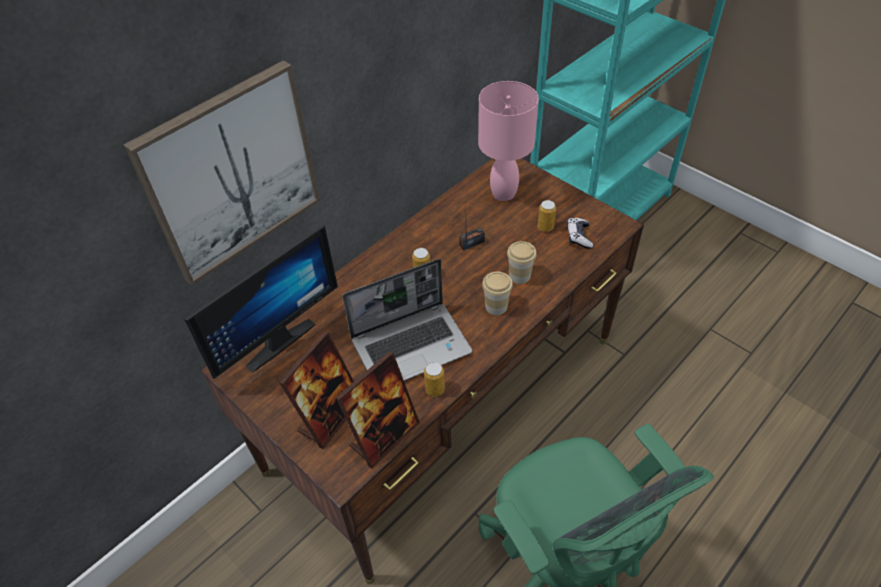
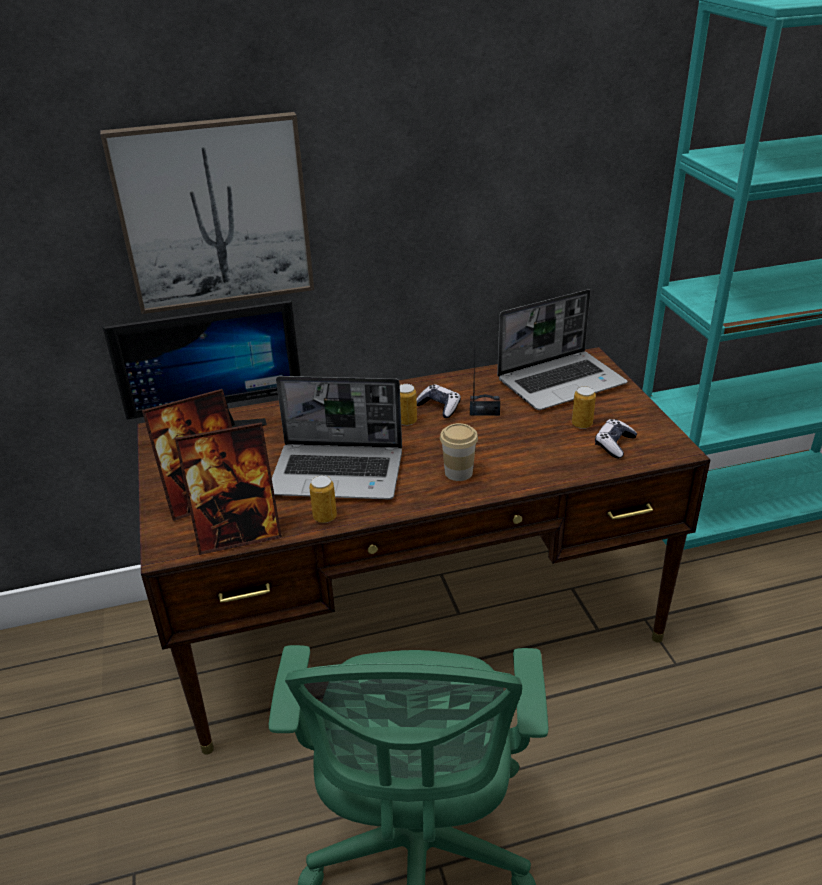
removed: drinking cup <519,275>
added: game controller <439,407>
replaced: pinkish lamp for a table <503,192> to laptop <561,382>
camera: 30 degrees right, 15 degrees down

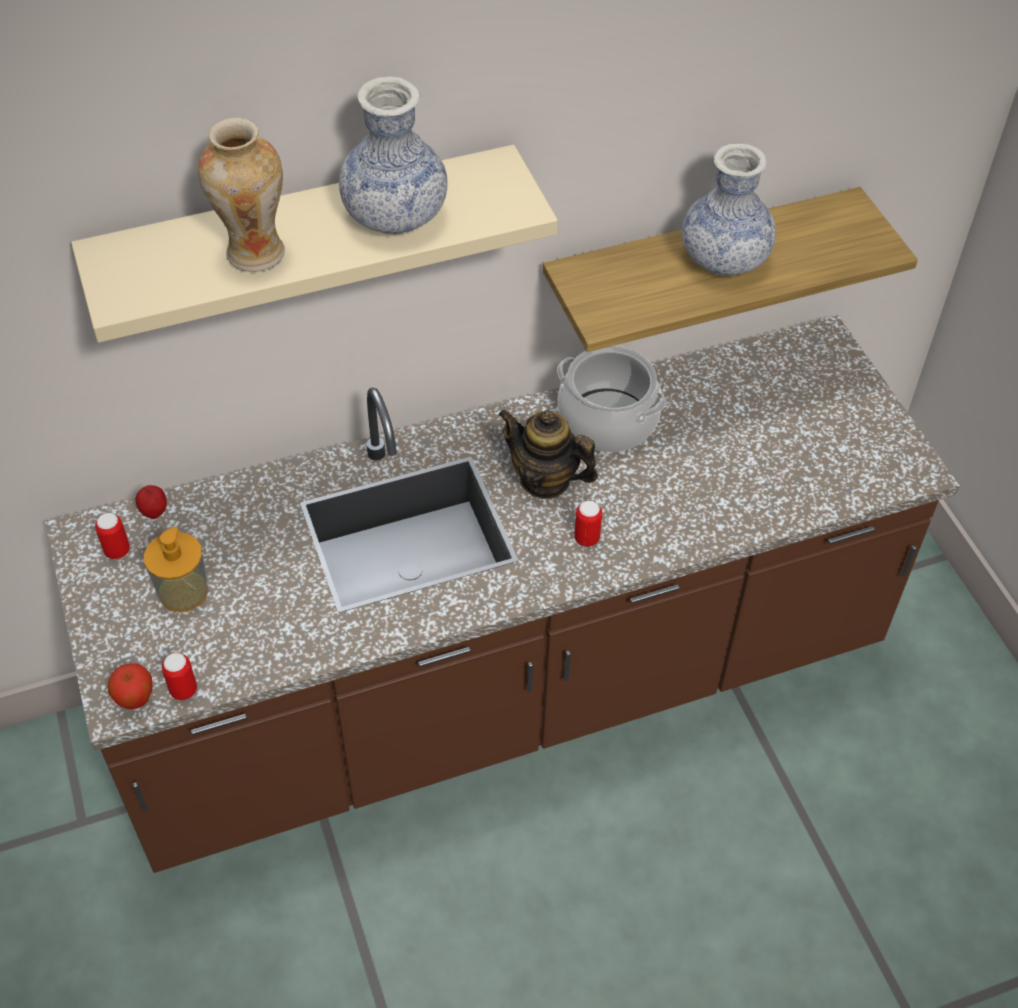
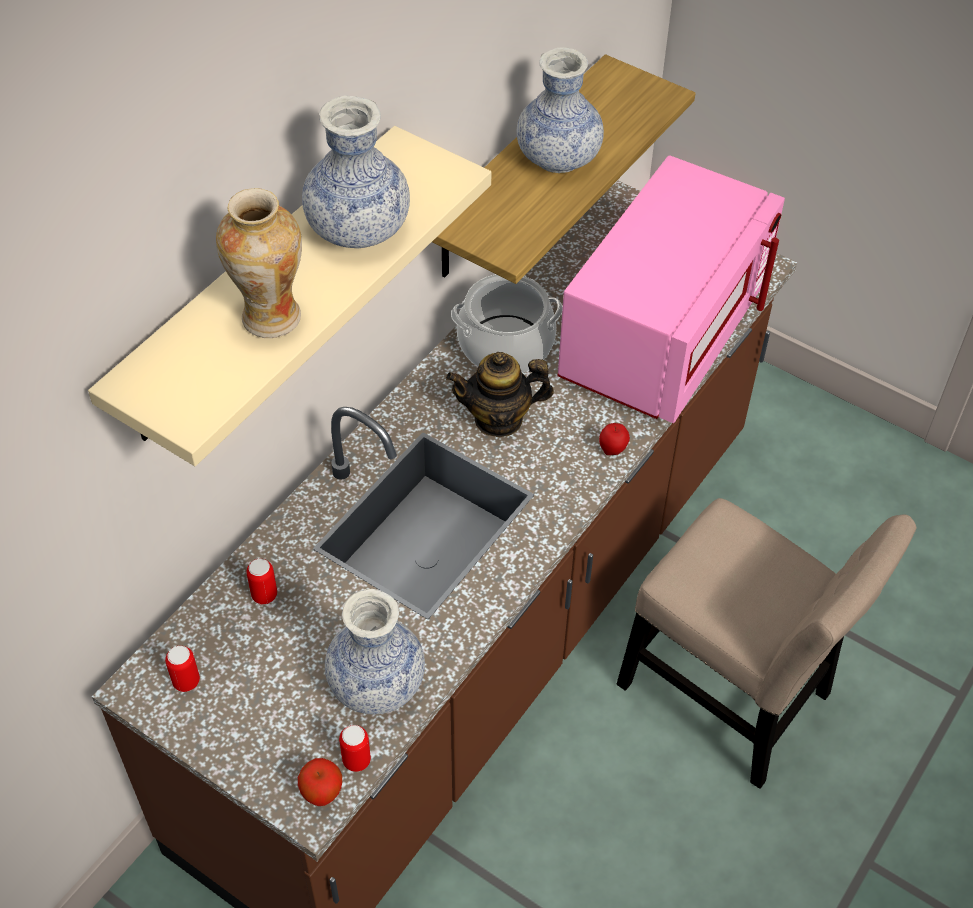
removed: soap dispenser <183,591>
added: flower vase <376,684>; pinkish kitchen microwave <661,334>; beige chair <732,698>
moved: apple fruit <155,514> to <612,450>; metal can <586,538> to <264,595>
camera: 35 degrees left, 0 degrees up

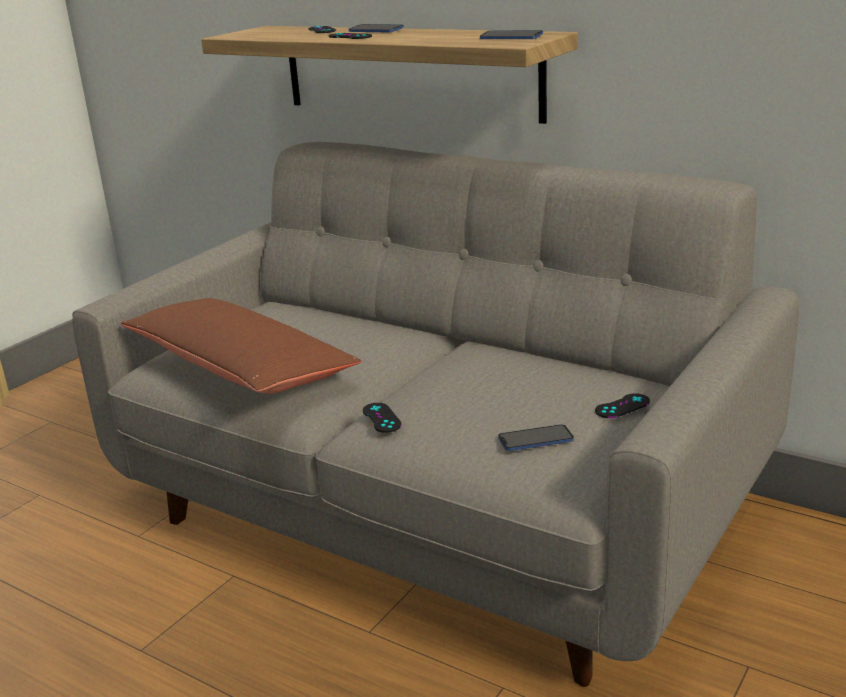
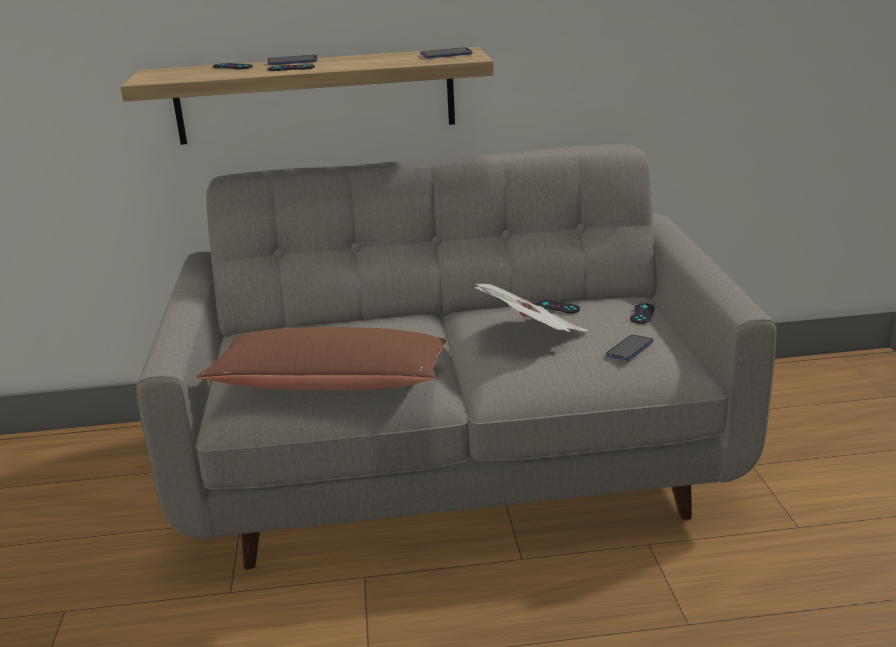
added: newspaper <532,336>
moved: blackish game controller <381,418> to <558,307>
camera: 40 degrees left, 0 degrees up

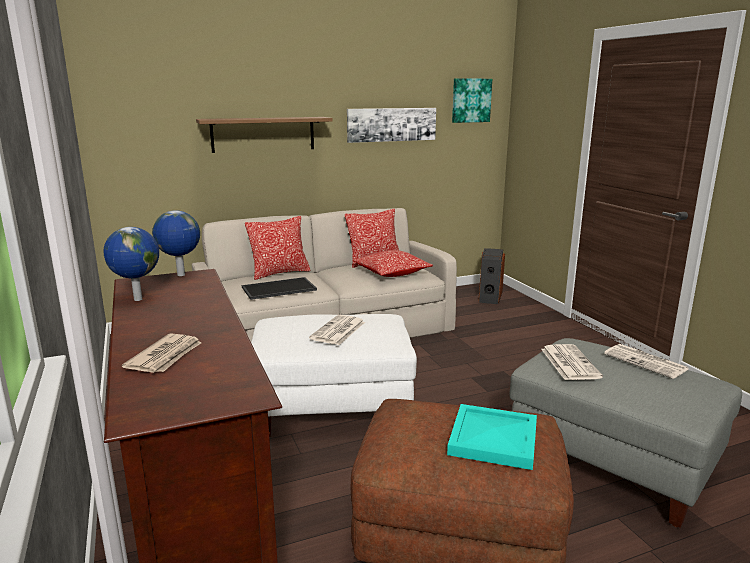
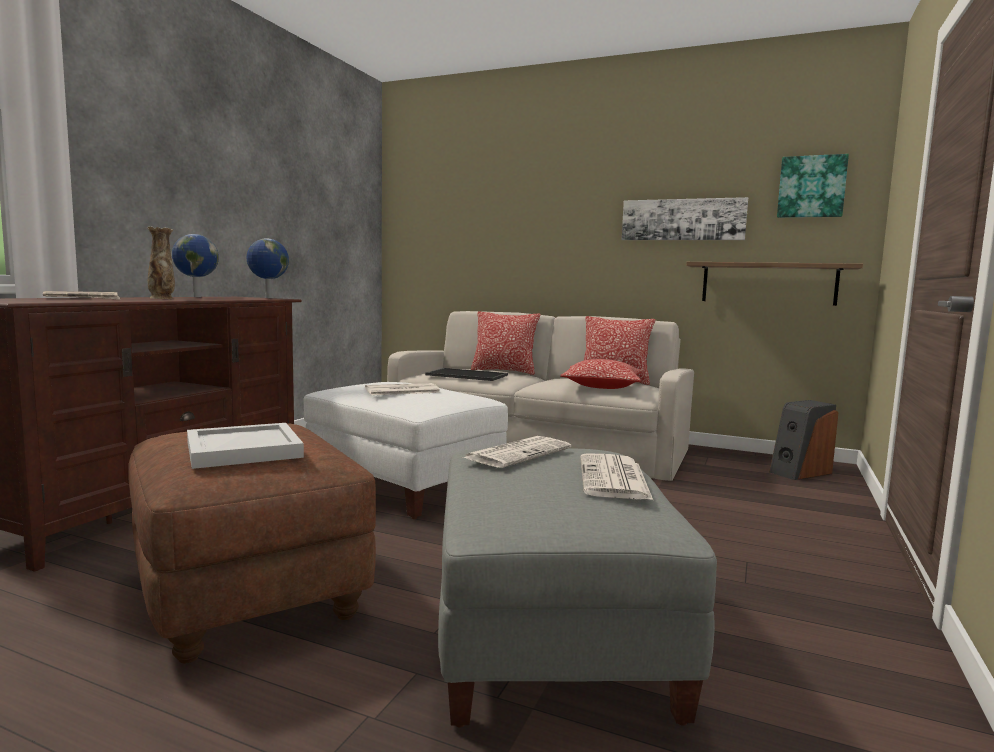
added: flower vase <162,298>
moved: bracket shelf <263,134> to <768,283>
recoloured: turquoise-coloured tray <494,438> to white-coloured tray <245,450>
camera: 45 degrees right, 10 degrees down

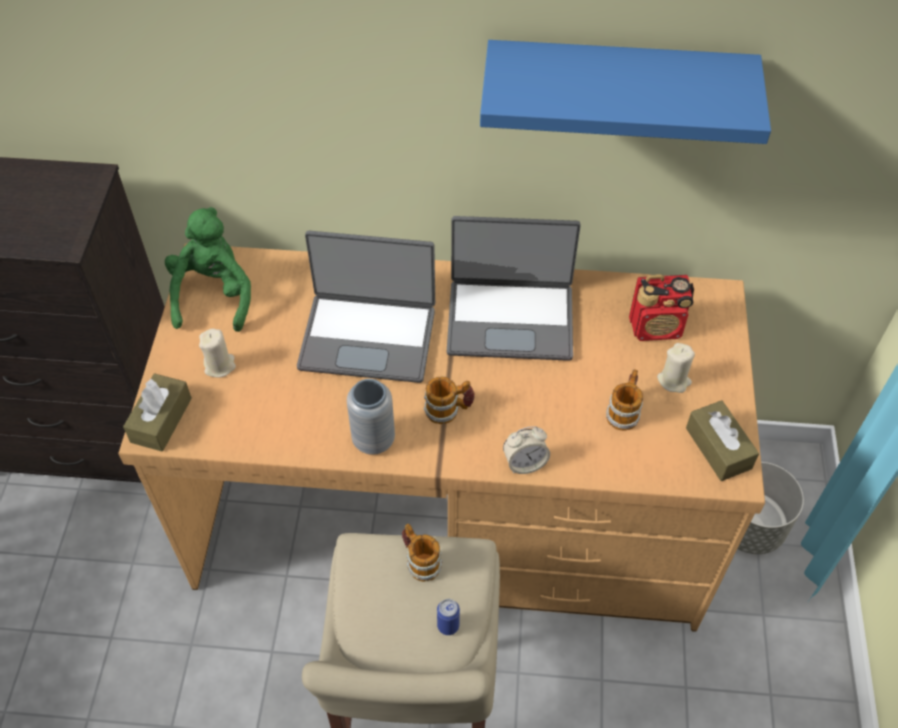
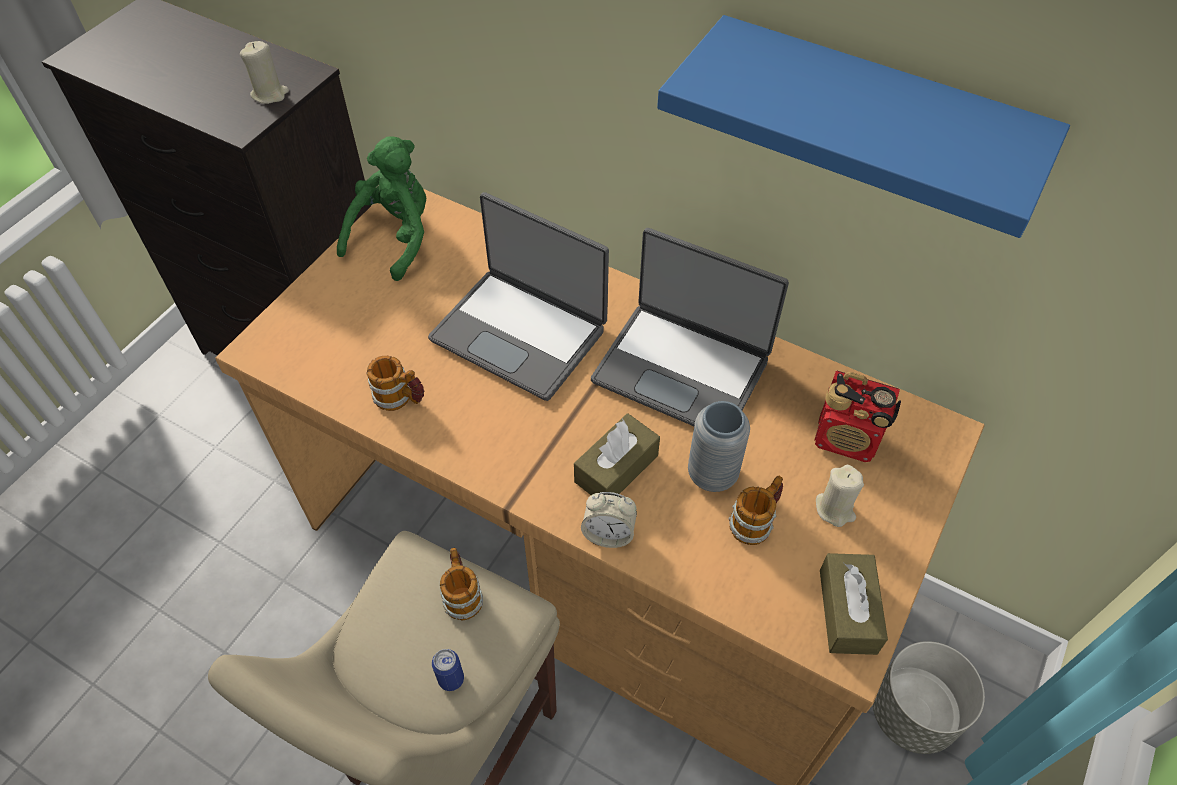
moved: brown-coloured tissue box <161,420> to <616,468>; beige wax light <220,366> to <270,94>; grey flower vase <373,440> to <712,474>; mug <449,410> to <400,398>
camera: 25 degrees right, 0 degrees up

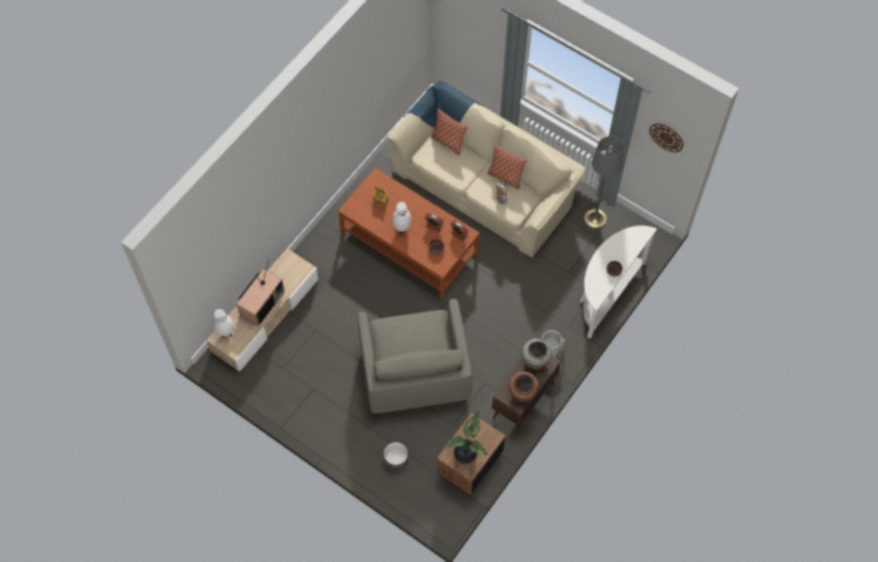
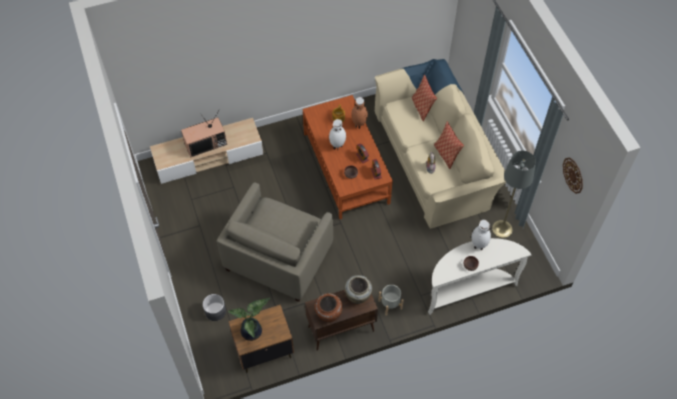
added: brown-coloured flower vase <359,125>
moved: white-coloured flower vase <226,333> to <478,246>
camera: 35 degrees right, 5 degrees down

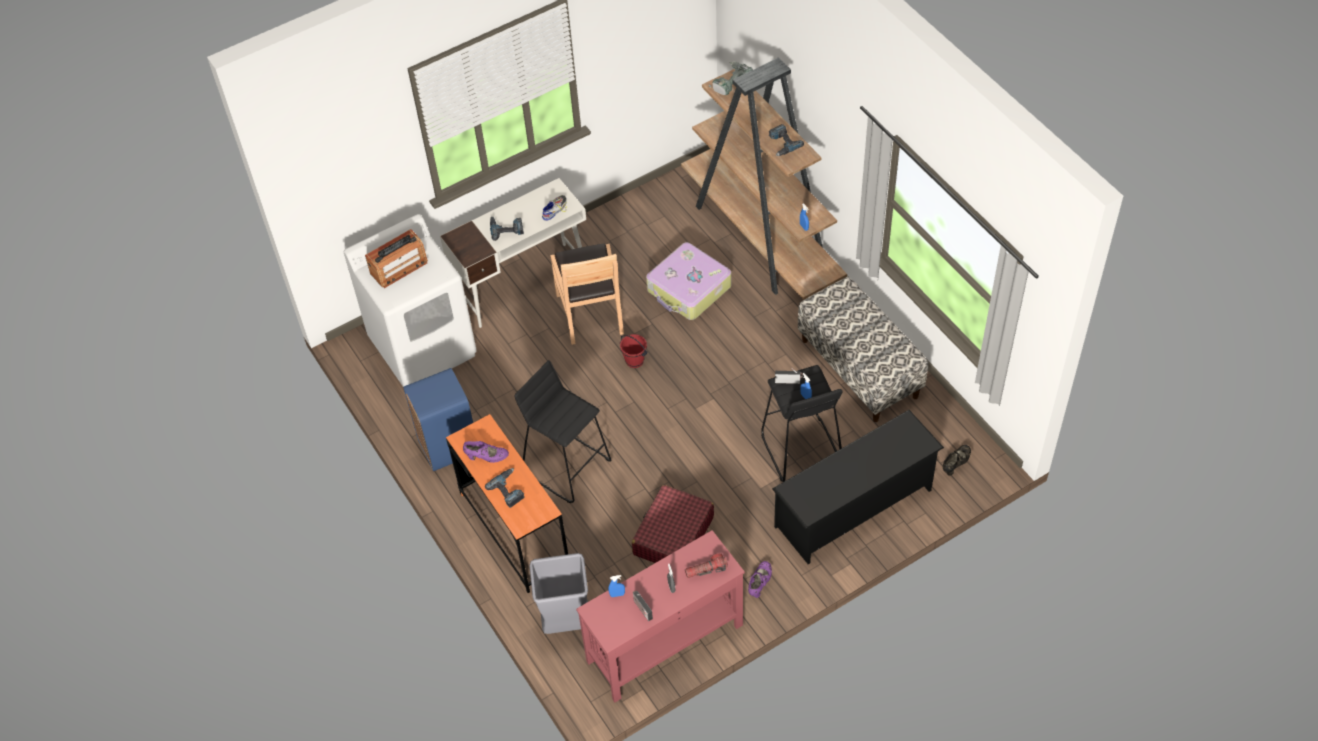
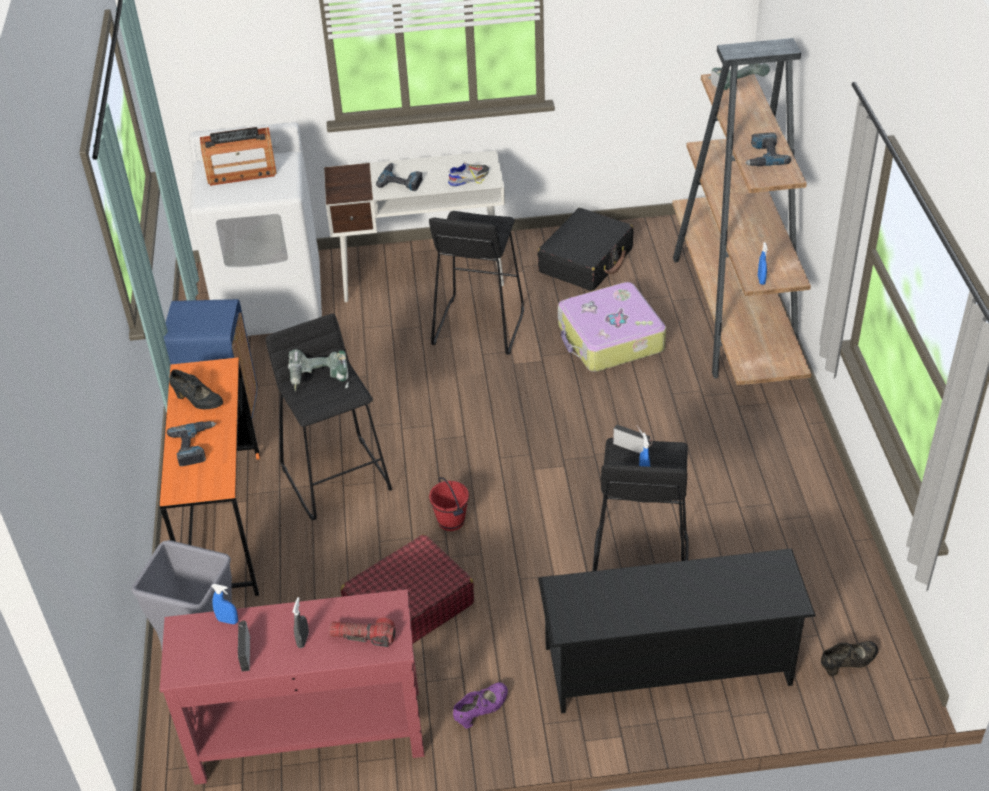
removed: indoor bench <860,368>
added: electric drill <319,380>; blackish suitcase <586,260>
moved: reddish pail <634,361> to <450,521>
replaced: brown-coloured chair <590,313> to blackish stool seat <478,327>
recoloured: purple low shoe <487,457> to blackish low shoe <198,401>
camera: 25 degrees right, 10 degrees down

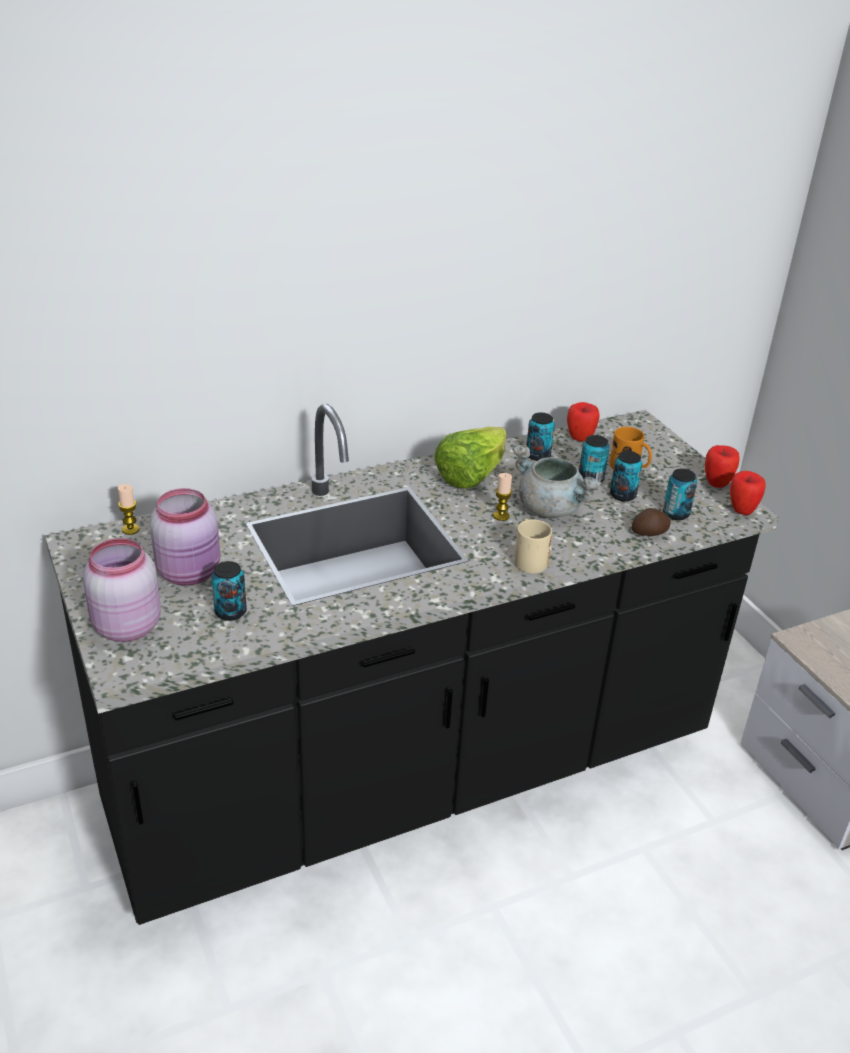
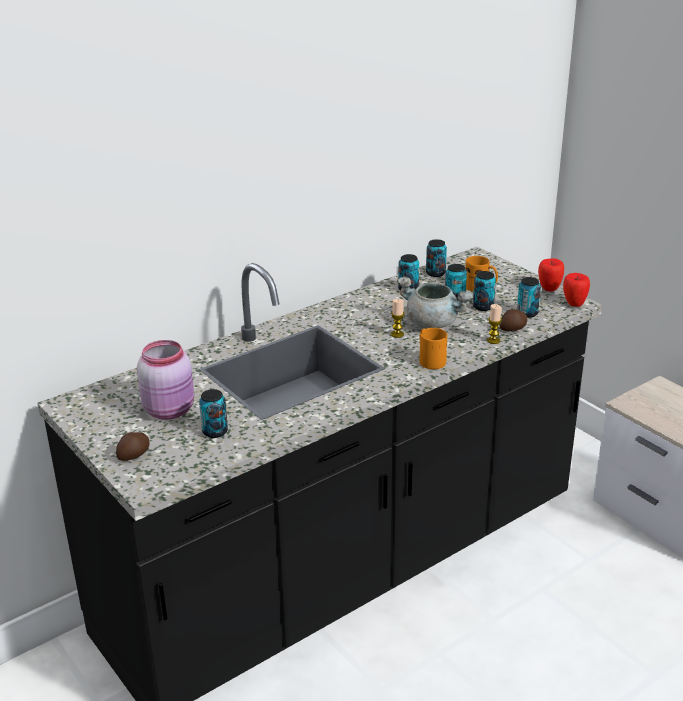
removed: head of lettuce <471,475>
moved: wax light <130,529> to <493,340>
replaced: pinkish jar <125,626> to potato <135,455>; apple fruit <580,439> to metal can <435,273>
recoloured: beige mug <527,558> to orangey mug <429,360>
camera: 10 degrees left, 5 degrees down

